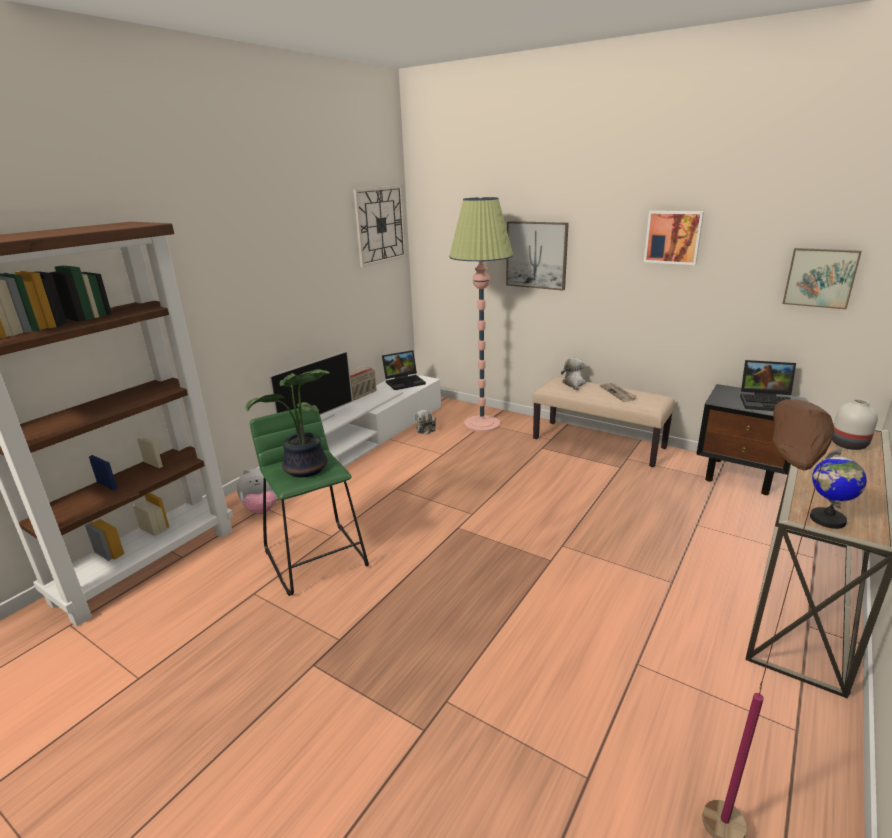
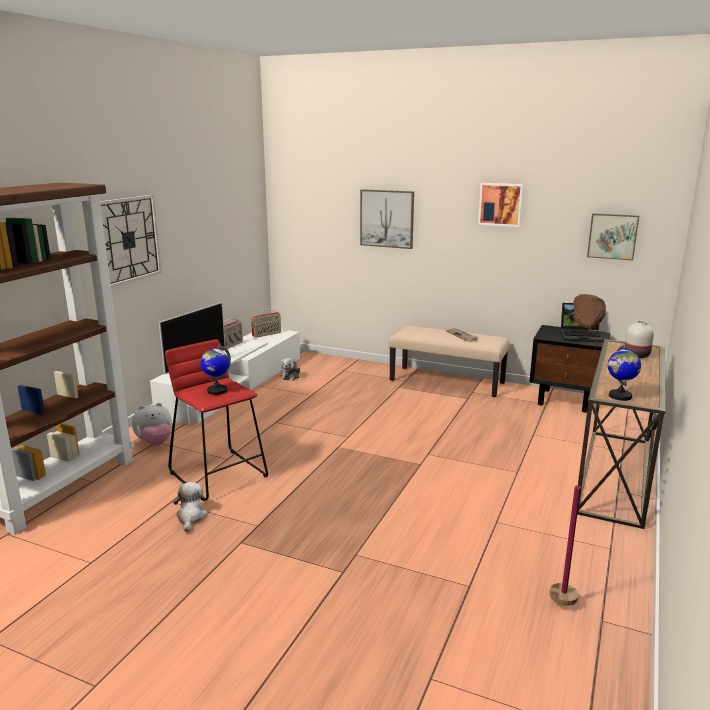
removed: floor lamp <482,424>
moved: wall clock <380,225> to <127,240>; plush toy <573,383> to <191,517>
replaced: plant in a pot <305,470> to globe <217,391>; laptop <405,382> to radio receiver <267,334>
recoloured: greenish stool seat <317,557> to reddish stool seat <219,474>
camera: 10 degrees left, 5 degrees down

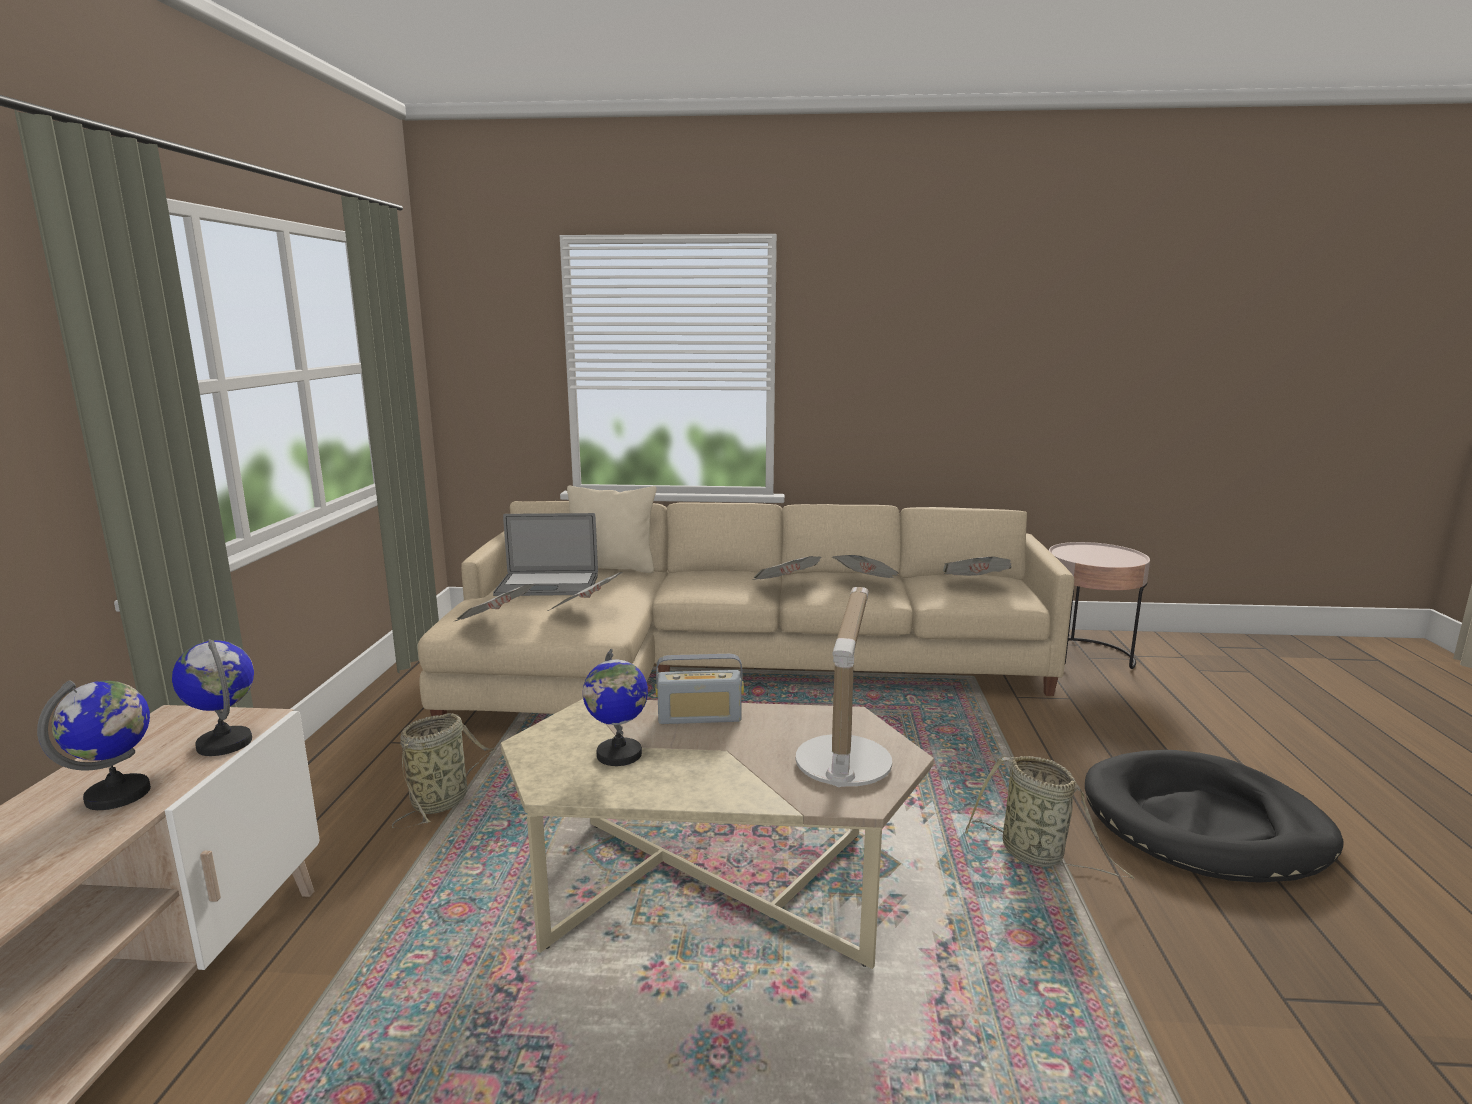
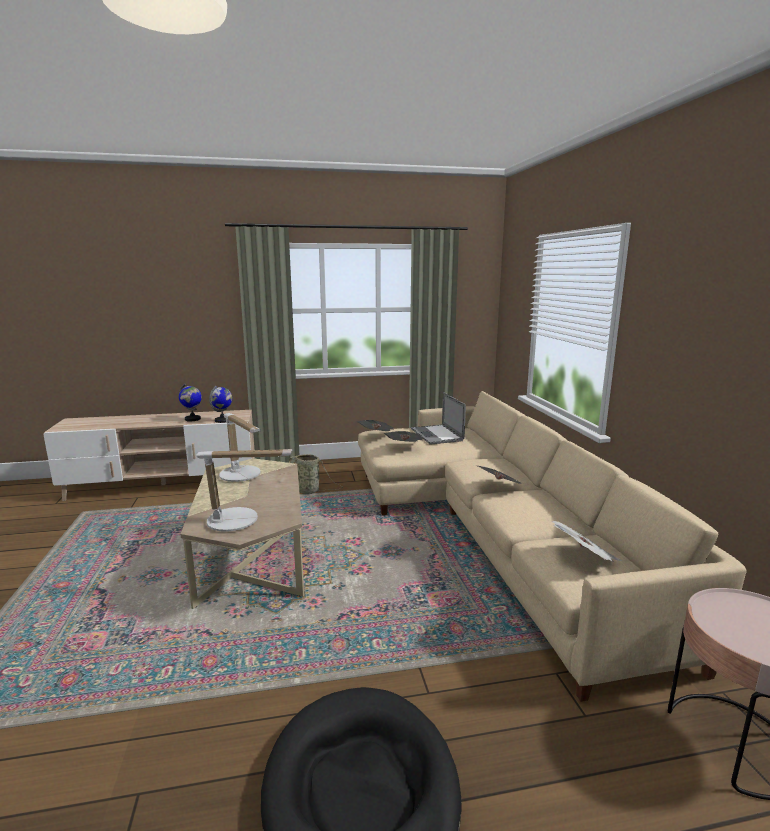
removed: beige pillow <612,568>; radio receiver <700,717>; newspaper <867,585>; basket <1037,856>
replaced: globe <618,755> to lamp for a table <242,477>
camera: 75 degrees right, 0 degrees up

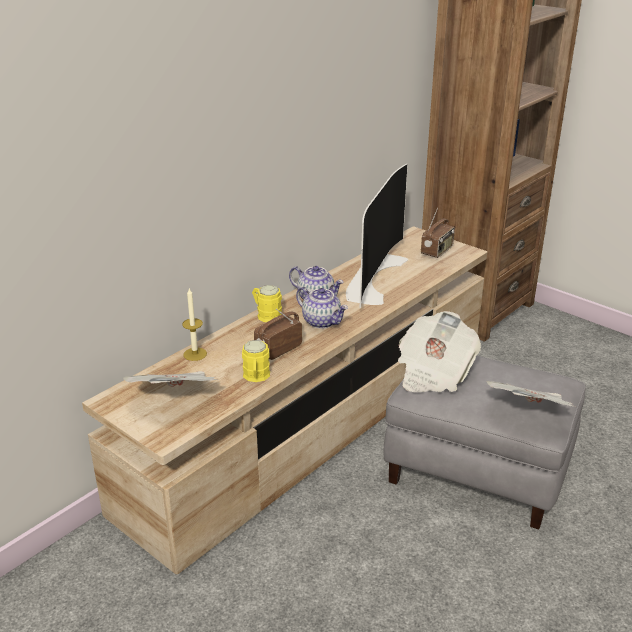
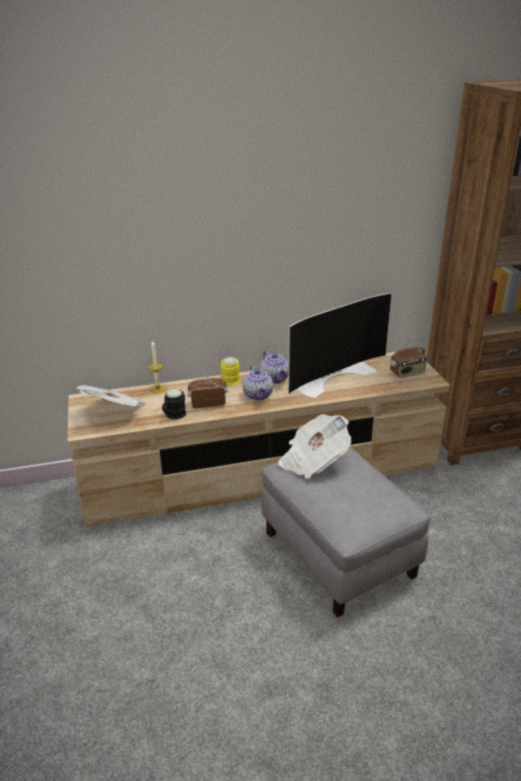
removed: newspaper <530,413>
recoloured: yellowish mug <256,377> to blackish mug <173,415>
camera: 35 degrees right, 0 degrees up

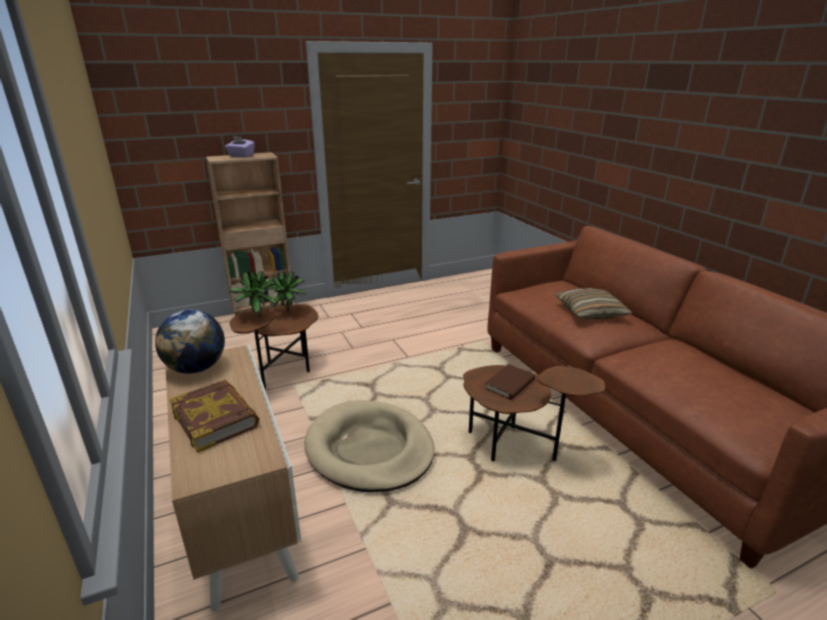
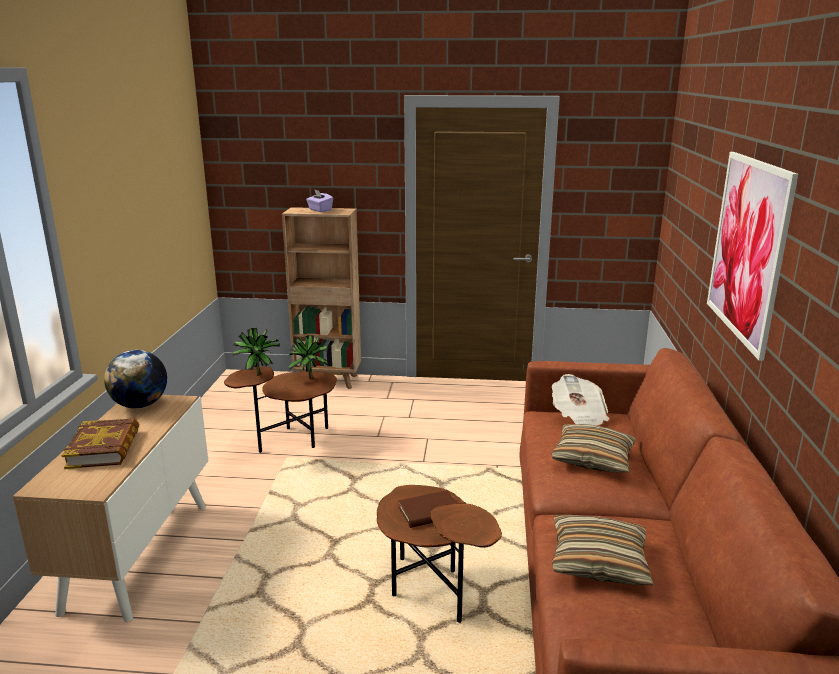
removed: beige dog cushion <369,449>
added: newspaper <578,417>; pillow <599,561>; wall picture <747,249>
camera: 30 degrees right, 5 degrees down

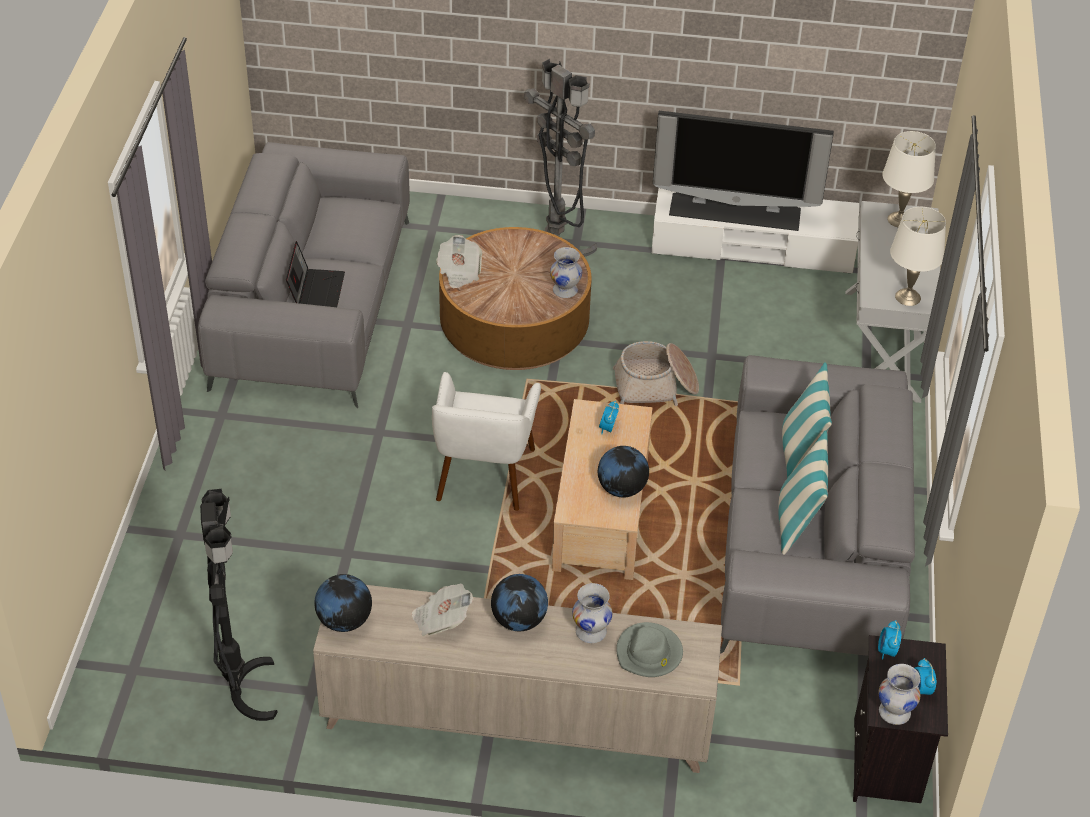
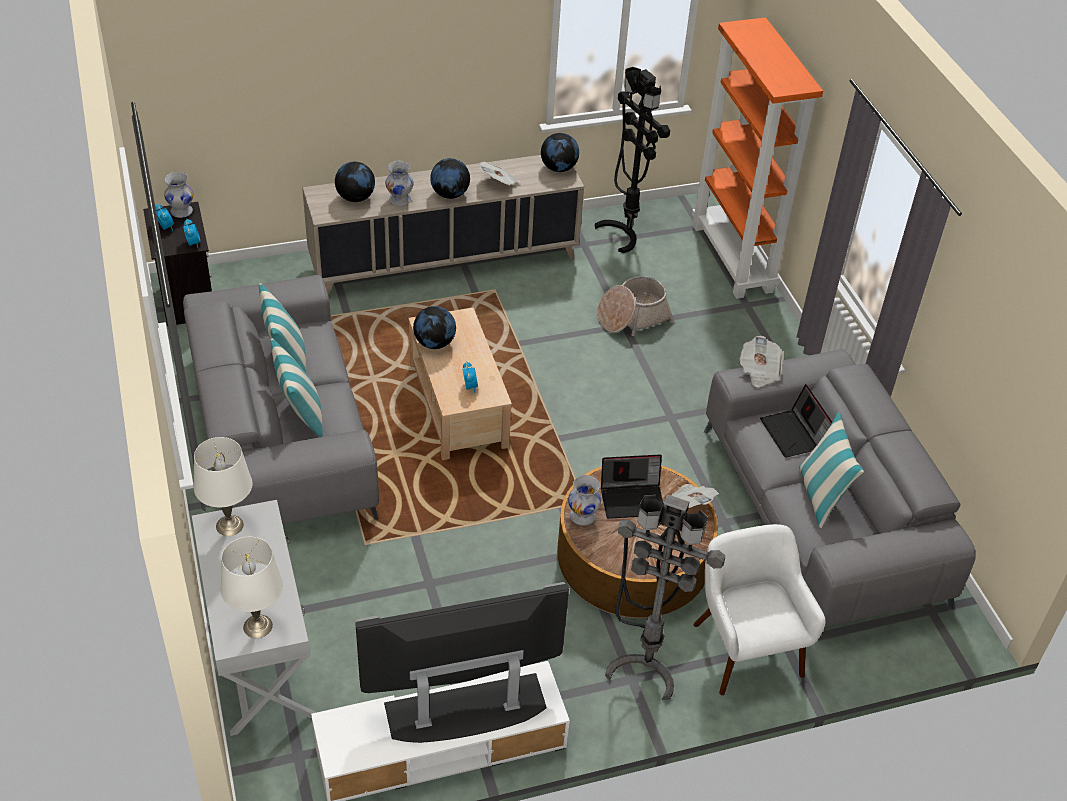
added: laptop <633,498>; orangey bookshelf <733,258>; newspaper <759,371>; pillow <820,495>
moved: white-coloured easy chair <483,475> to <746,649>; basket <655,387> to <632,317>
replaced: grey wearable hat <649,653> to globe <355,198>
camera: 155 degrees right, 0 degrees up

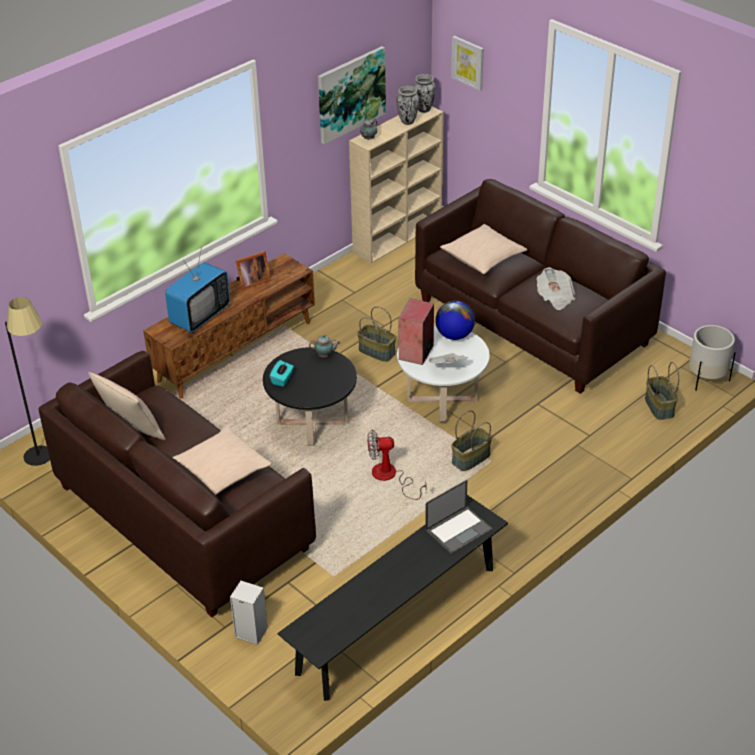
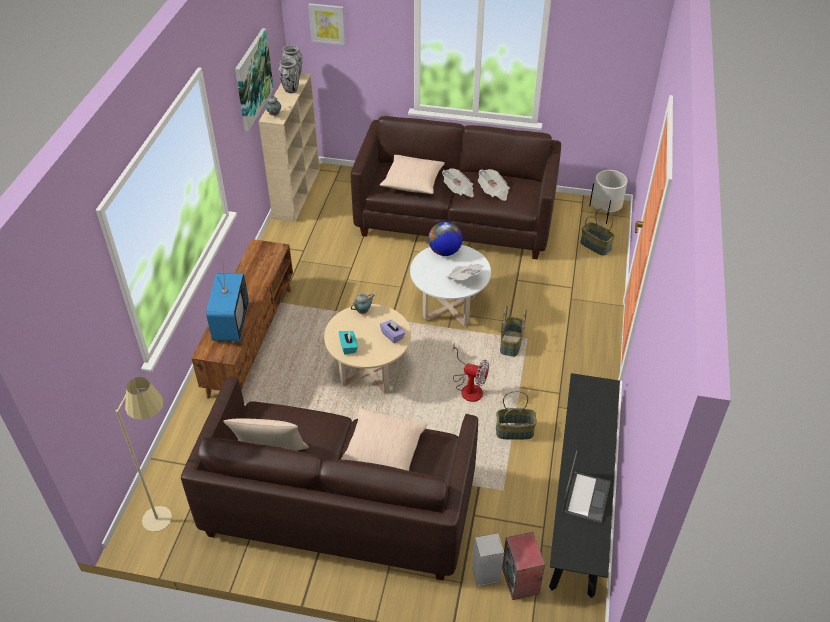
removed: photo frame <252,282>
added: purple tissue box <393,335>; newspaper <458,190>
moved: basket <377,351> to <515,431>; speaker <416,352> to <521,581>; laptop <459,529> to <585,496>
recoloured: blackish floor lamp <48,459> to beige floor lamp <170,517>; blackish low table <312,423> to beige low table <369,372>
turned: fan <390,477> = <469,387> 120 degrees counterclockwise
camera: 35 degrees left, 5 degrees up

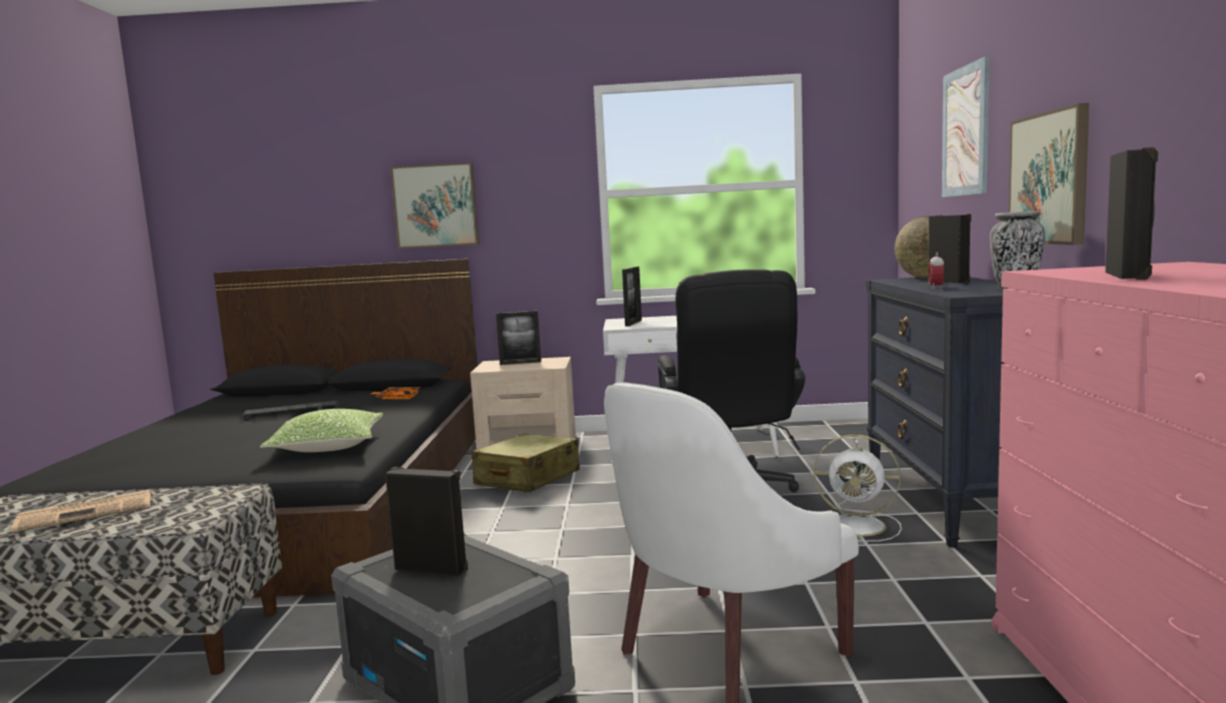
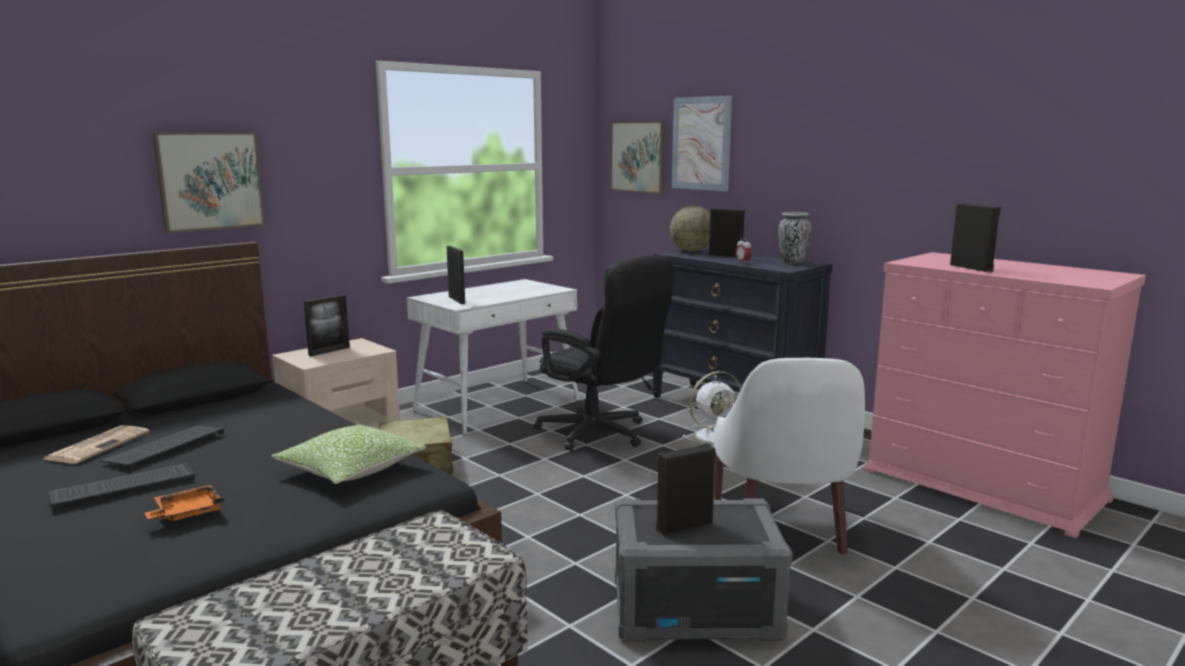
added: computer keyboard <125,486>
moved: newspaper <88,512> to <98,445>; orangey tray <398,399> to <187,513>; wall picture <1049,178> to <638,156>
camera: 45 degrees left, 5 degrees up

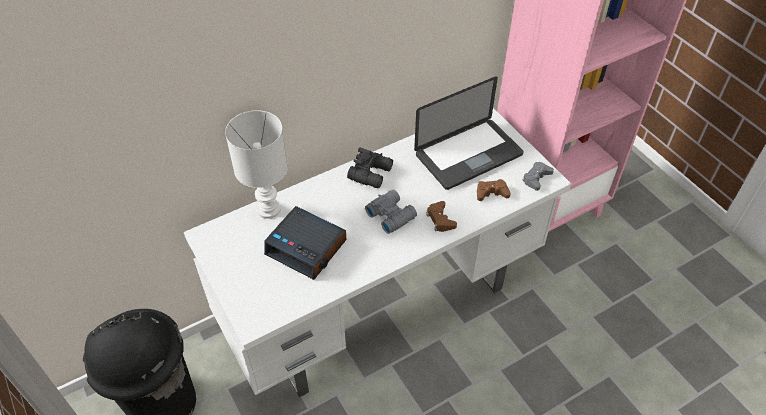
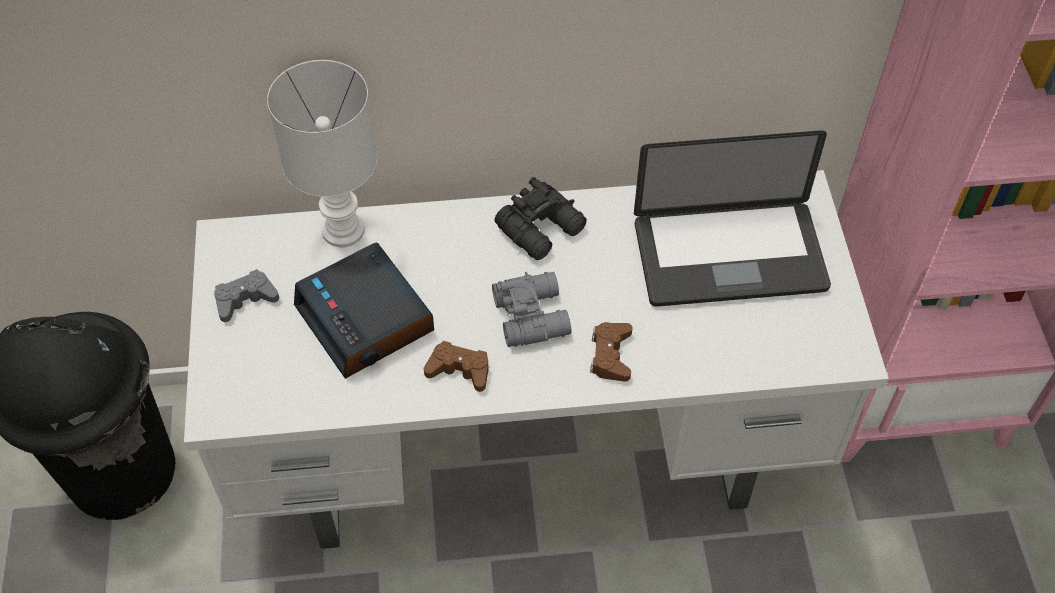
moved: brown-coloured game controller <491,193> to <459,370>; grey game controller <536,178> to <245,300>
camera: 25 degrees right, 5 degrees up

